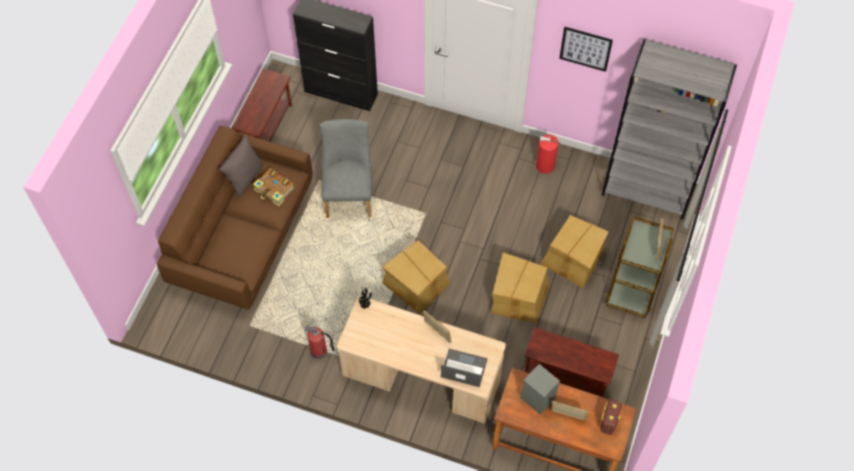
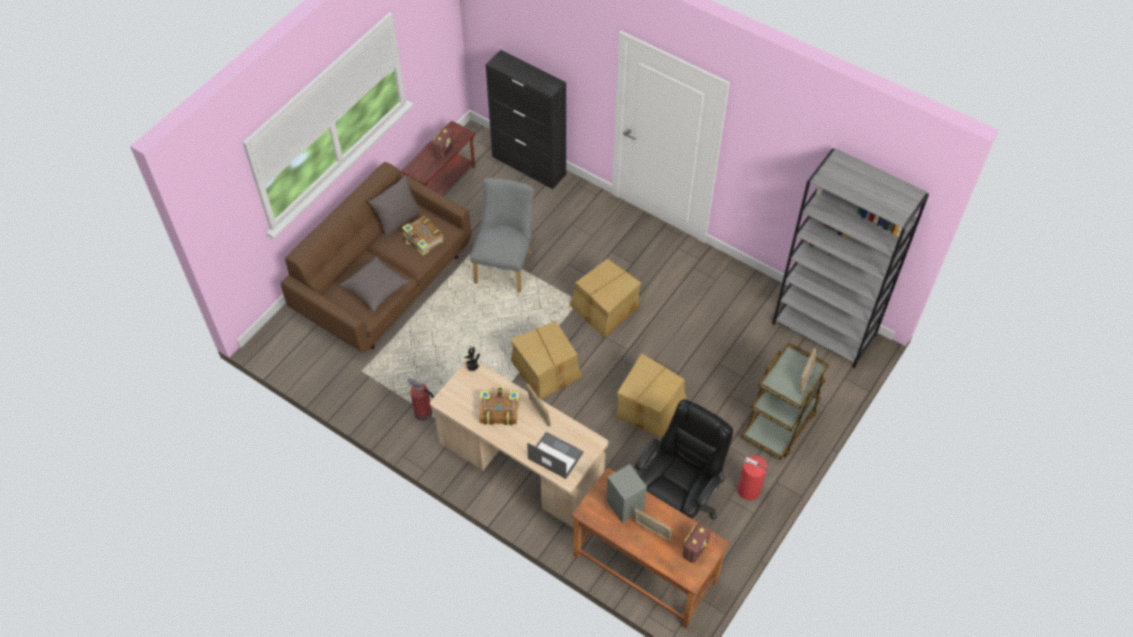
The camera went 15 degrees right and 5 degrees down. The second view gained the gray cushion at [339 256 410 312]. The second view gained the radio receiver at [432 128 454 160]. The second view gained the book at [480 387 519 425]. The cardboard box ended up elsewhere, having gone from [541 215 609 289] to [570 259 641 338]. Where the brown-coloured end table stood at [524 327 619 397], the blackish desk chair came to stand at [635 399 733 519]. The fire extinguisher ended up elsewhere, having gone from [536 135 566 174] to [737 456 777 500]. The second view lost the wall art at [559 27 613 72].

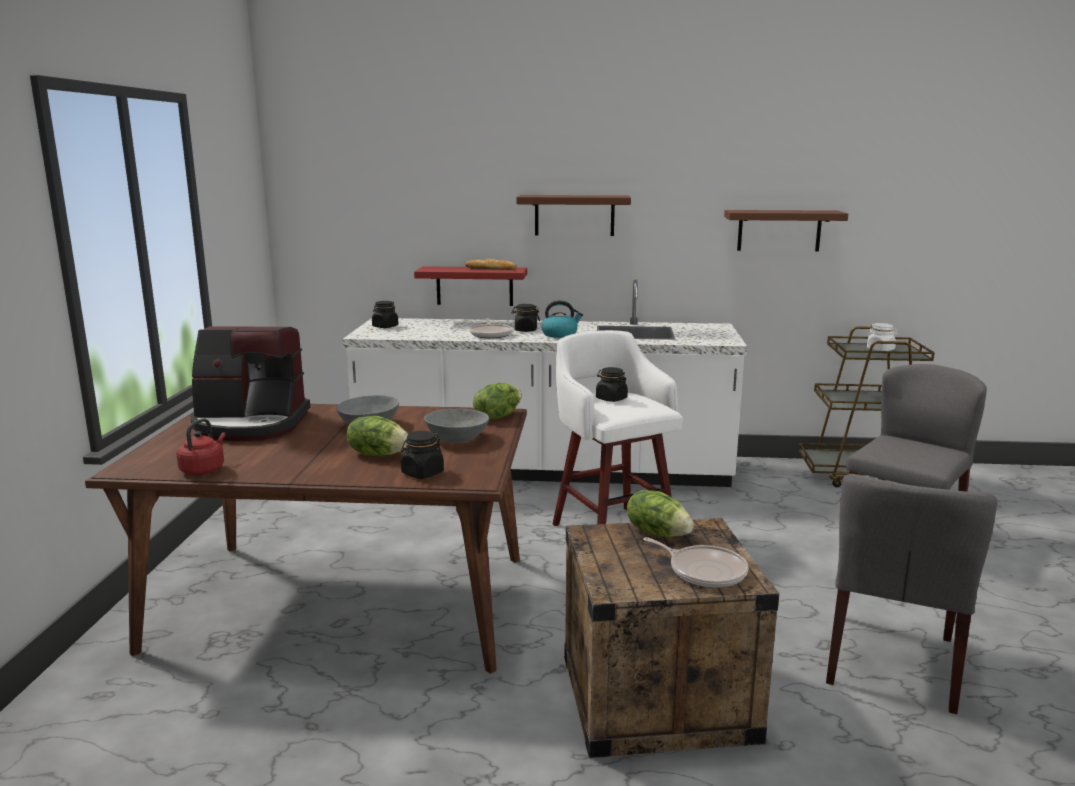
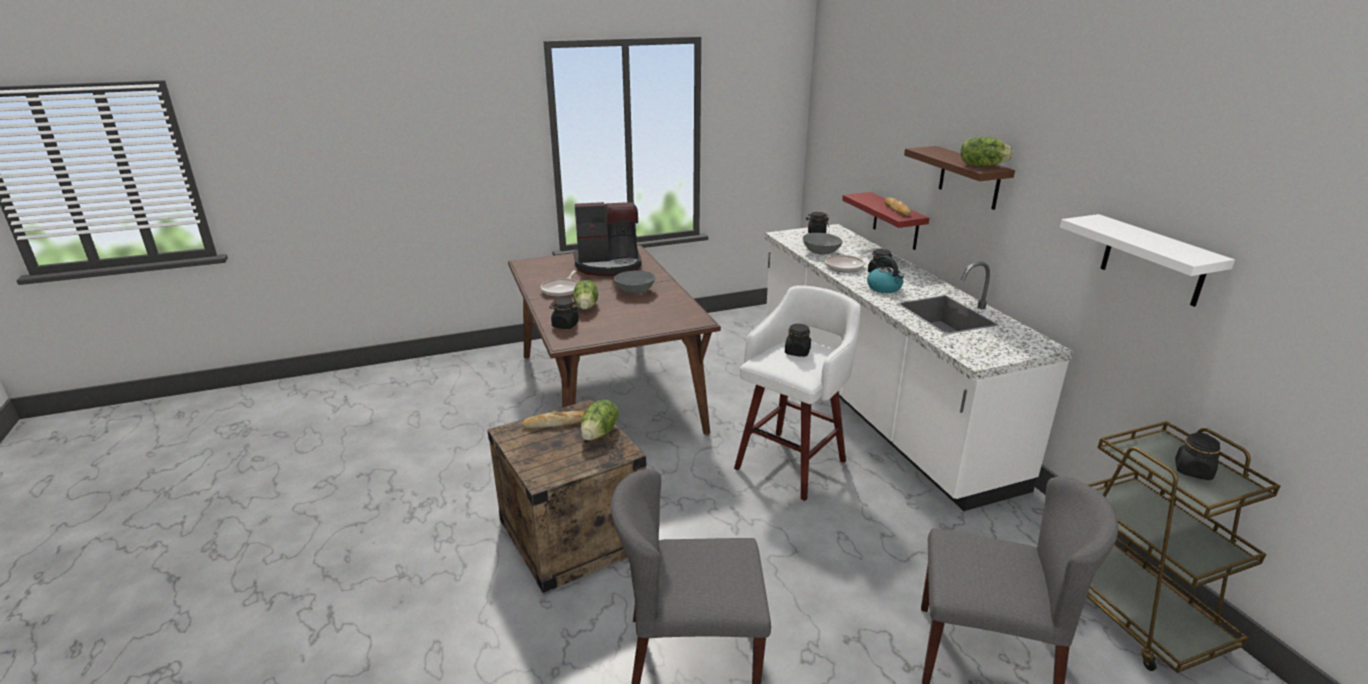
The camera went 65 degrees right and 10 degrees up. The second view gained the bread at [522 411 585 429]. The frying pan ended up elsewhere, having gone from [643 537 748 588] to [540 270 579 297]. The coffee brewer at [191 326 310 441] ended up facing another way, 75 degrees counterclockwise from before. The gray bowl ended up elsewhere, having gone from [424 409 489 443] to [803 233 842 255]. The head of lettuce ended up elsewhere, having gone from [473 383 522 419] to [960 137 1013 166]. What was the brown-coloured shelf at [724 210 848 252] turned into the white-coloured shelf at [1060 214 1235 307]. What was the white-coloured preserve jar at [867 323 898 351] turned into the blackish preserve jar at [1175 432 1220 480]. The second view lost the red-coloured tea kettle at [176 418 226 475].

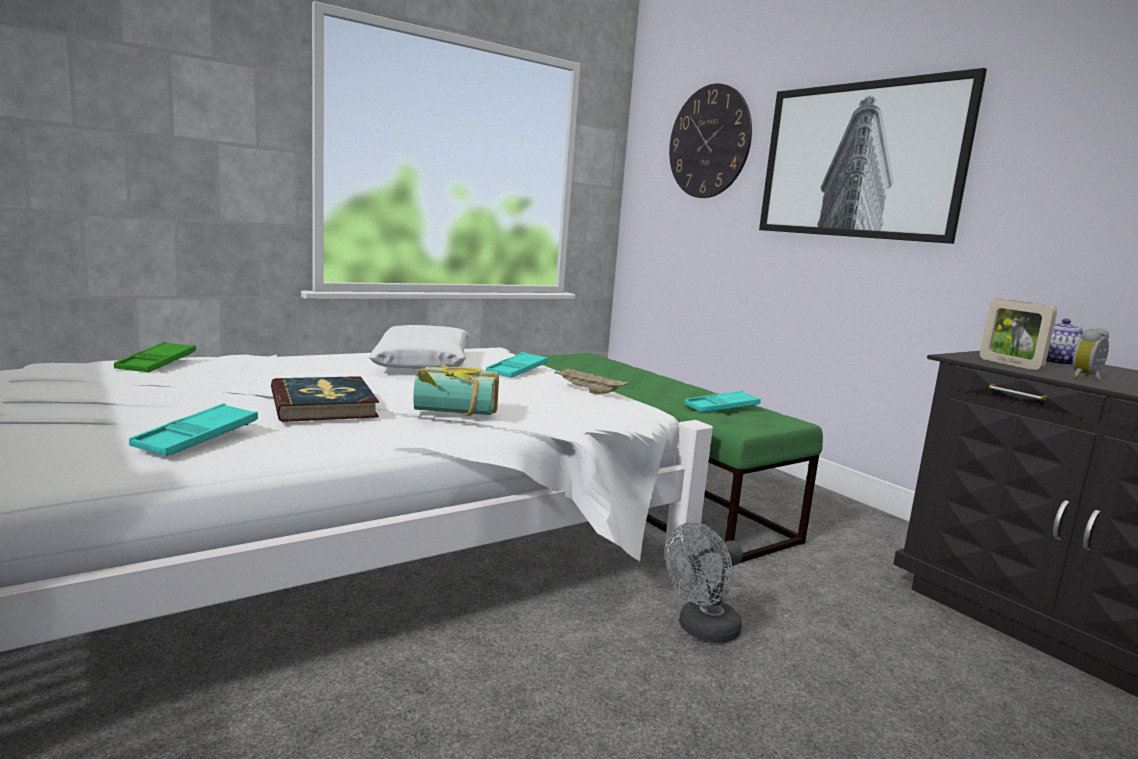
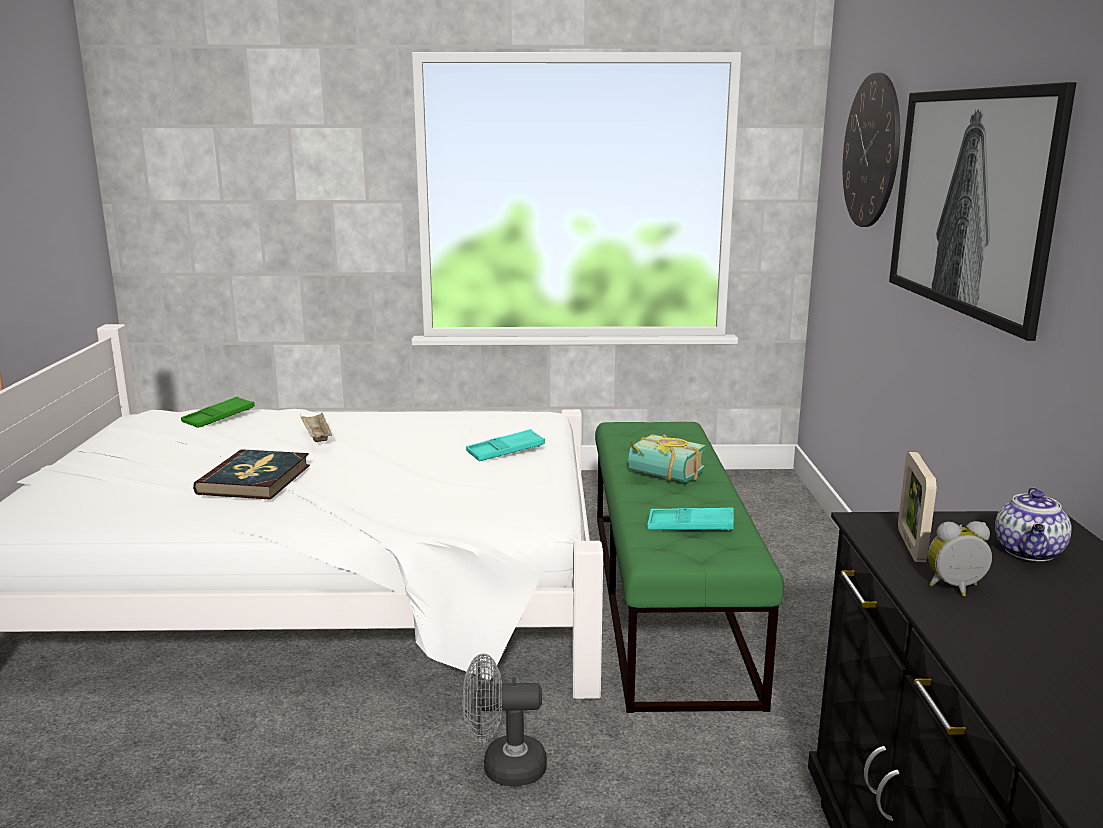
The camera went 35 degrees right and 5 degrees up. The beige-coloured carrying tray ended up elsewhere, having gone from [555 367 629 394] to [300 412 332 442]. The book ended up elsewhere, having gone from [413 365 499 416] to [628 434 706 483]. The second view lost the blue-green carrying tray at [129 403 258 456]. The second view lost the white-coloured cushion at [369 325 469 369].

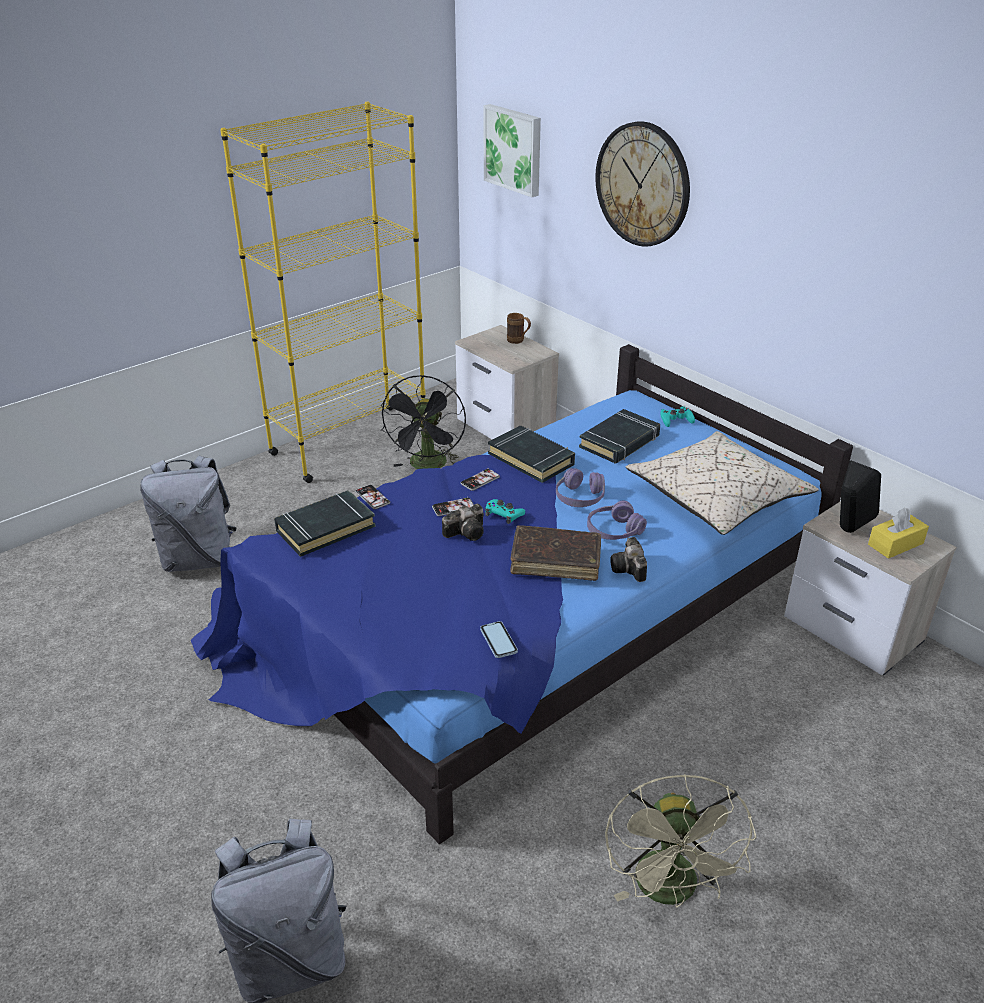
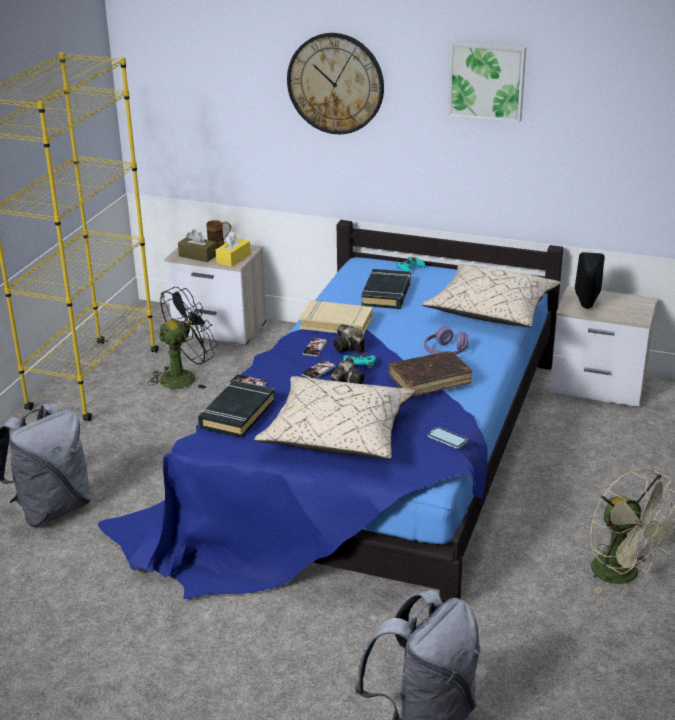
The camera went 30 degrees left and 5 degrees down. The blackish cooling fan at [381 375 466 469] ended up facing another way, 105 degrees counterclockwise from before. The second view gained the brown-coloured tissue box at [178 229 217 262]. The yellow tissue box ended up elsewhere, having gone from [868 507 929 559] to [216 231 251 267]. The second view gained the beige-coloured cushion at [254 376 415 459]. What was the blackish book at [488 426 575 483] turned into the beige-coloured book at [299 300 373 335]. The still camera ended up elsewhere, having gone from [610 537 647 582] to [333 324 365 353]. The wall art ended up elsewhere, having gone from [483 104 541 197] to [448 41 526 123]. The second view lost the purplish headset at [556 468 605 507].

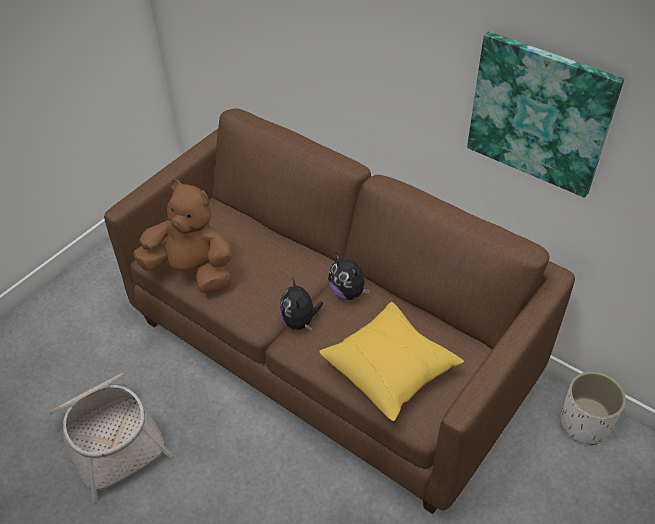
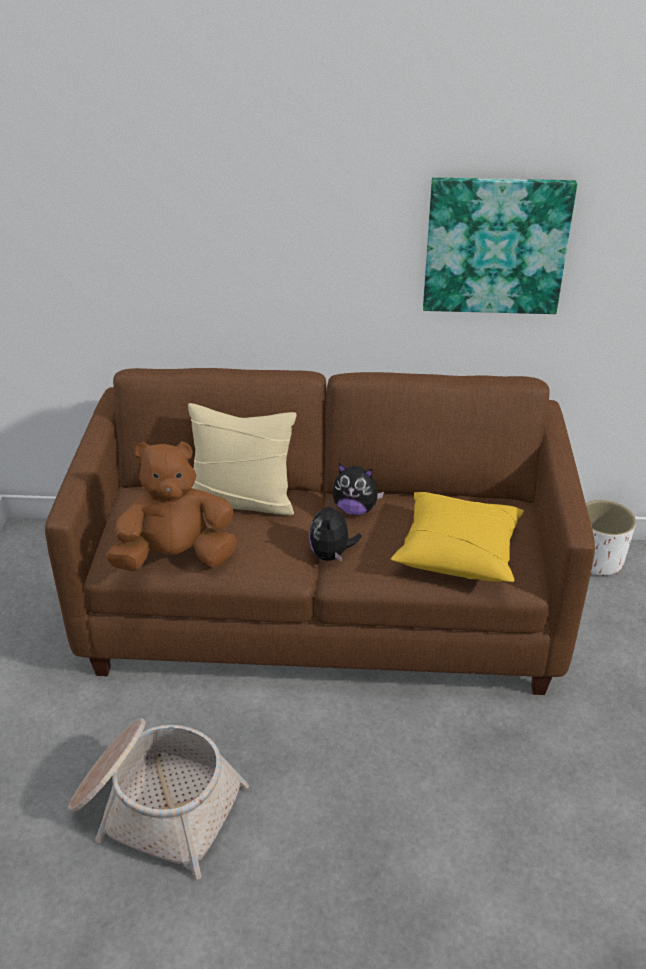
The camera went 35 degrees left and 10 degrees down. The second view gained the beige-coloured cushion at [188 403 297 515]. The plush toy at [280 278 323 331] ended up facing another way, 45 degrees clockwise from before.

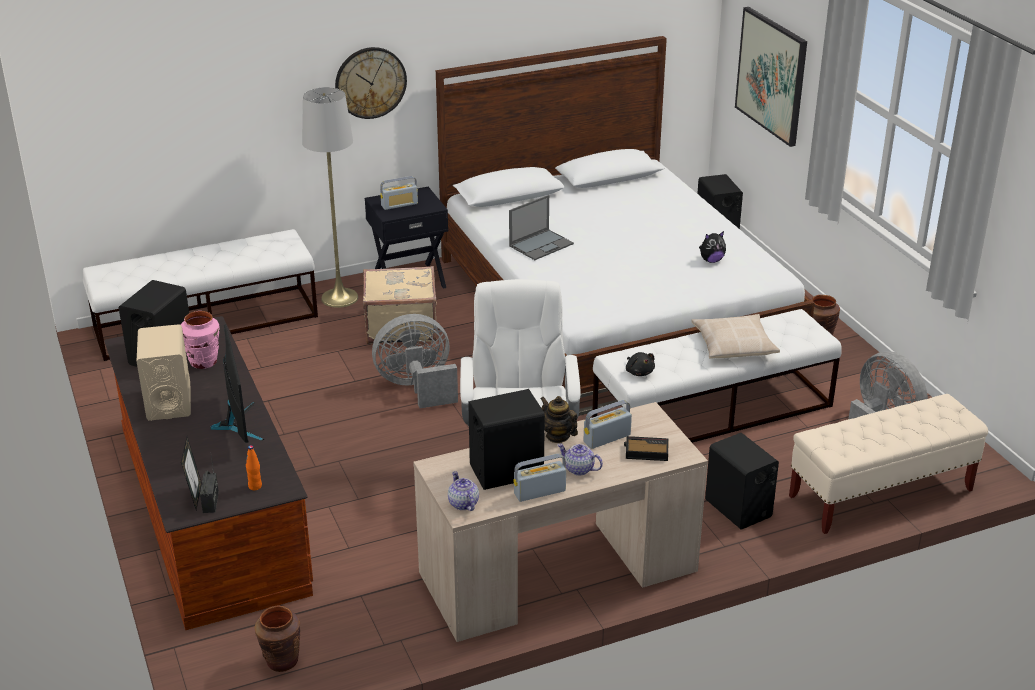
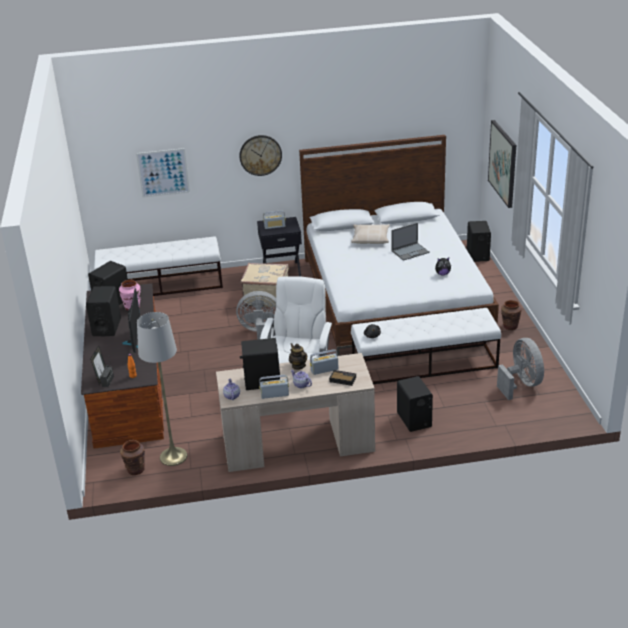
The camera went 15 degrees right and 0 degrees up. What was the beige-coloured loudspeaker at [137 324 191 421] turned into the blackish loudspeaker at [86 286 121 336]. The second view gained the wall art at [136 148 190 198]. The gray standing lamp ended up elsewhere, having gone from [302 87 358 308] to [137 312 187 466]. The beige-coloured cushion ended up elsewhere, having gone from [691 314 780 359] to [351 225 390 244]. The portable computer ended up elsewhere, having gone from [509 195 574 260] to [391 223 430 261]. The second view lost the beige-coloured long seat at [789 394 988 534].

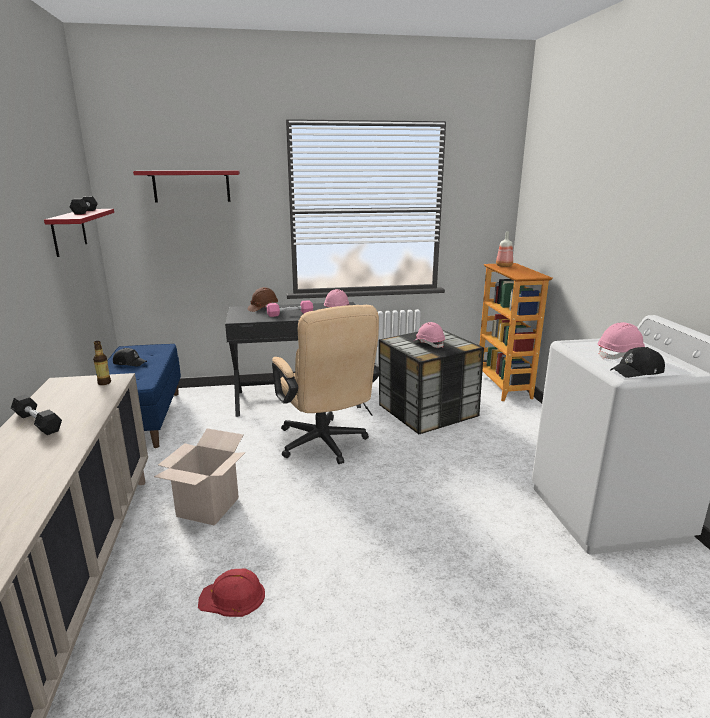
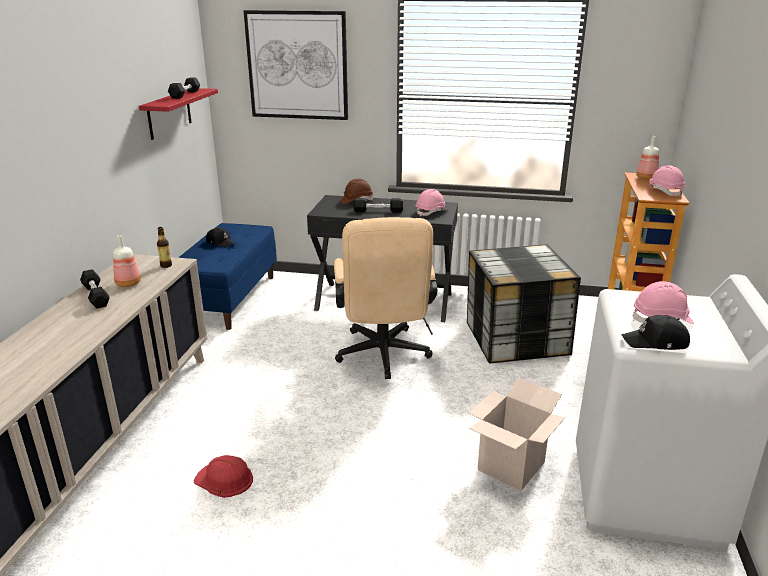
The camera went 20 degrees right and 5 degrees up. The second view gained the drink bottle at [113 235 141 287]. Where the red-coloured shelf hung at [133 170 240 203], the wall art came to hang at [244 10 348 120]. What was the pinkish dumbbell at [267 300 313 317] turned into the blackish dumbbell at [354 198 403 213]. The cardboard box ended up elsewhere, having gone from [154 428 246 526] to [469 378 565 491]. The pinkish hard hat ended up elsewhere, having gone from [414 322 445 348] to [645 166 685 197].

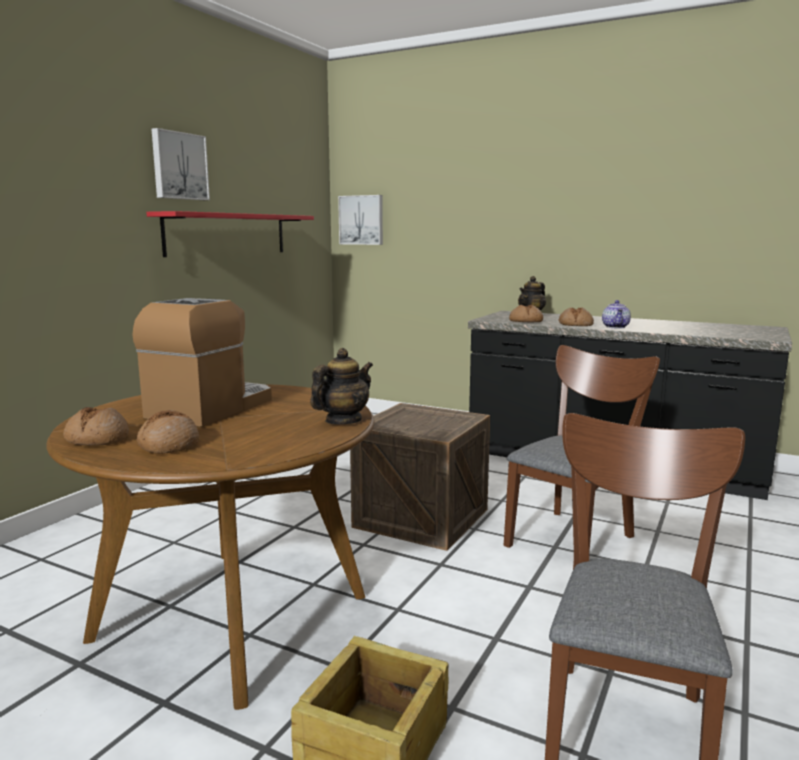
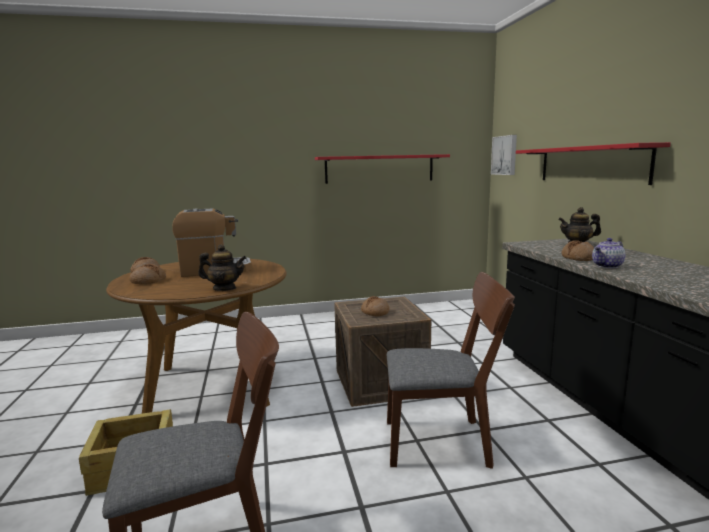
The camera went 50 degrees right and 0 degrees up. The bread ended up elsewhere, having gone from [509 305 543 322] to [361 296 389 317]. The second view gained the red-coloured shelf at [516 142 671 185]. The second view lost the wall art at [152 128 210 200].

